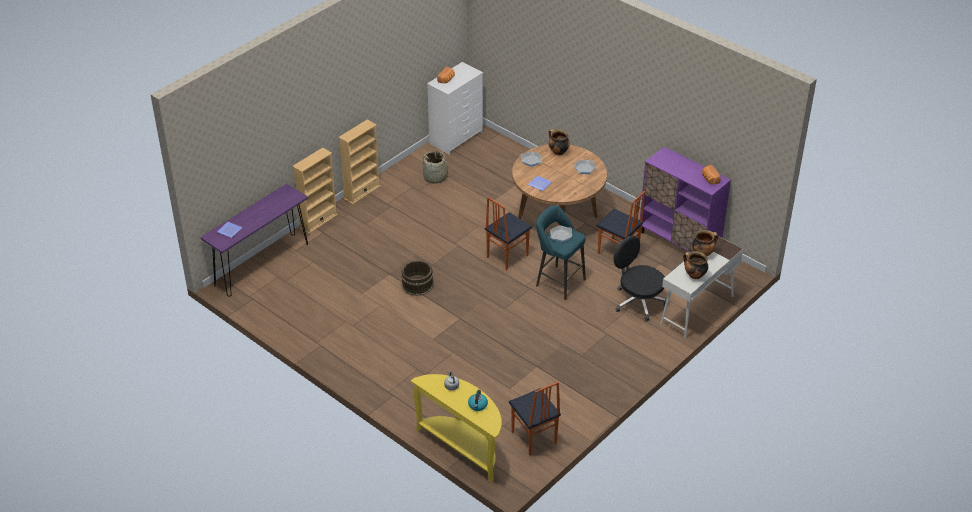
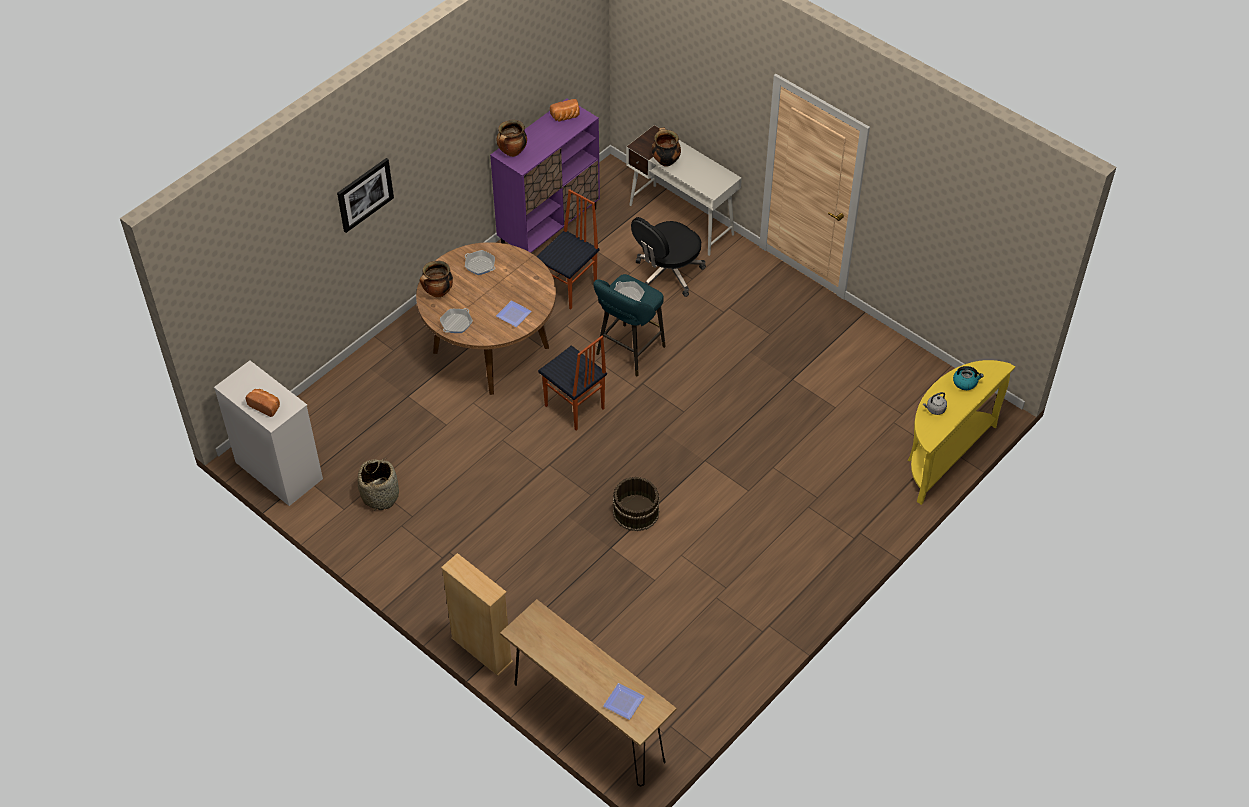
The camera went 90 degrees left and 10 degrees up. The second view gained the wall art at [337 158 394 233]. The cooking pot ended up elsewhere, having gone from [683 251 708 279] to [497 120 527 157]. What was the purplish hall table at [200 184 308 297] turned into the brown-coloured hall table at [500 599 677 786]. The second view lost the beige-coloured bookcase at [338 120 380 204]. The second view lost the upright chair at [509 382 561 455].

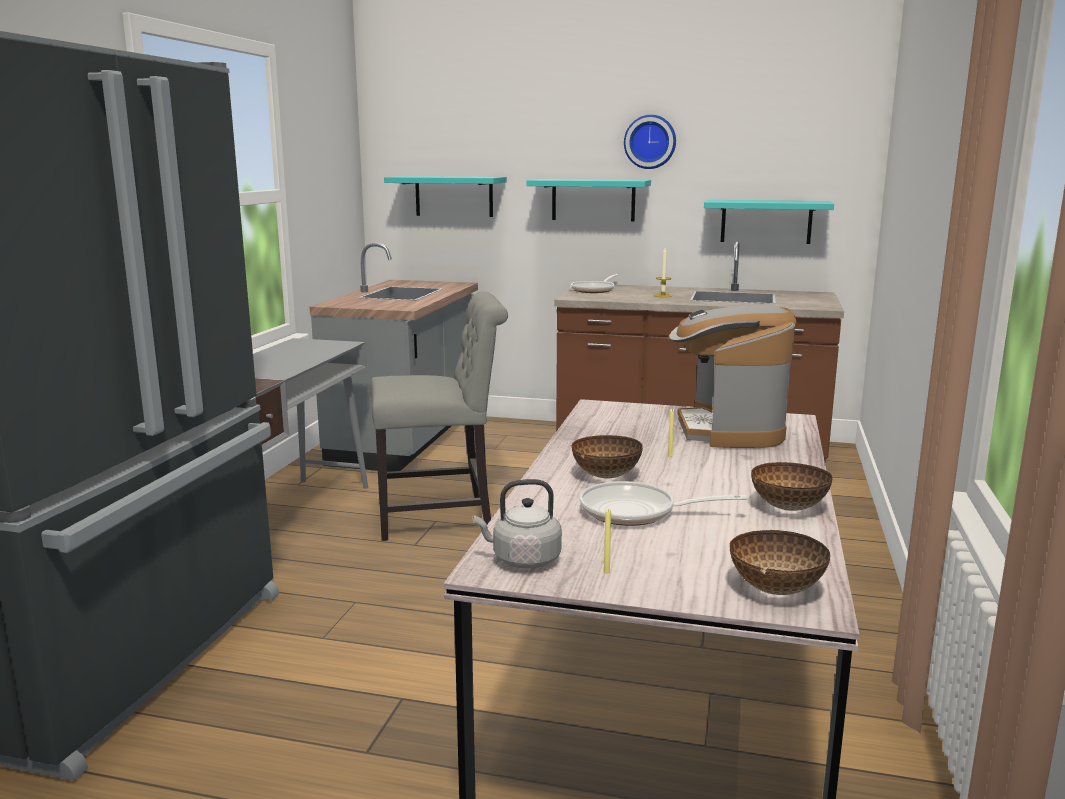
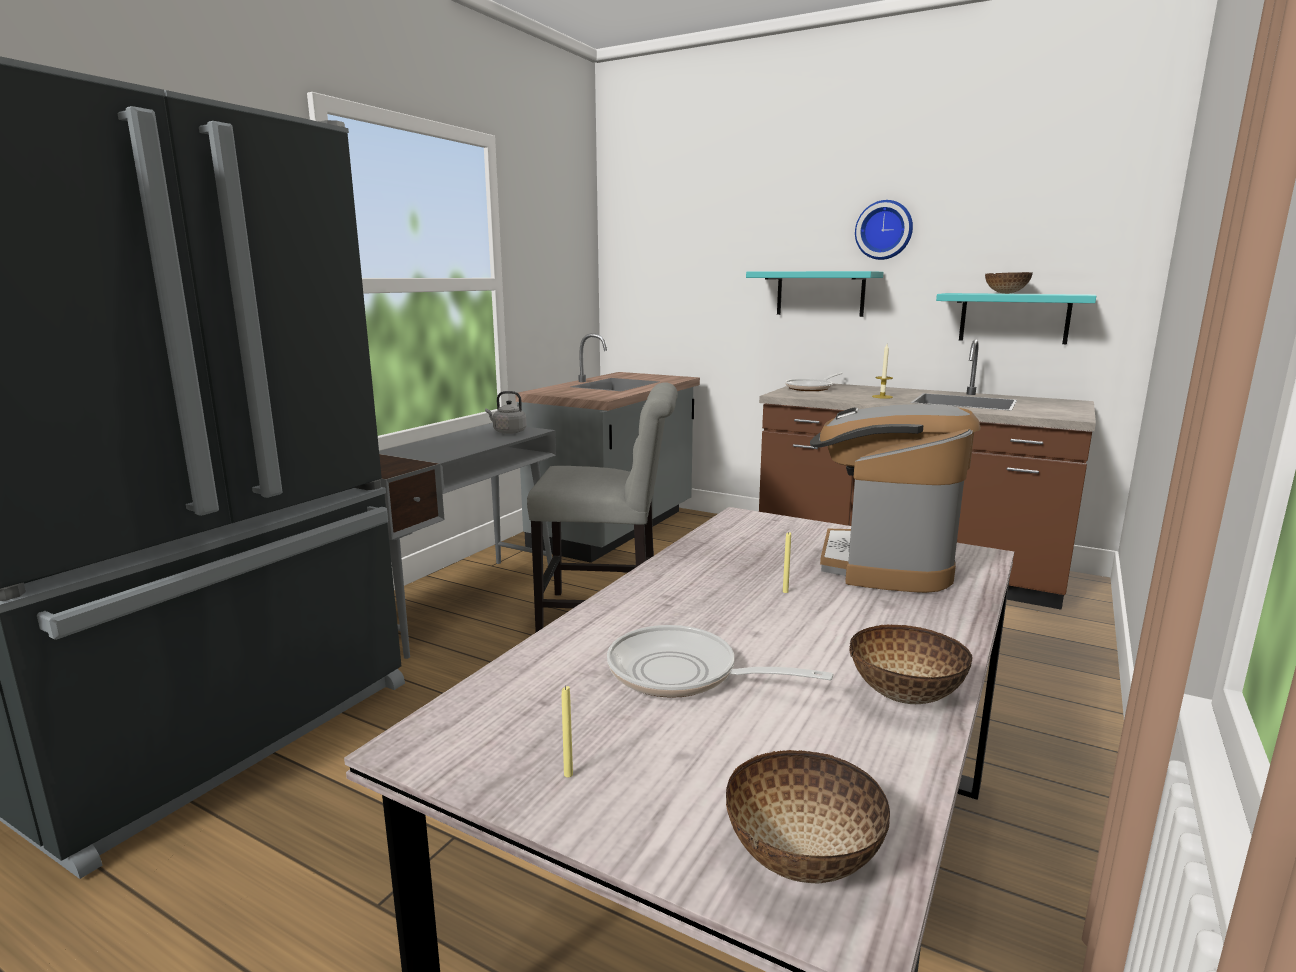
The camera went 15 degrees right and 0 degrees up. The gray tea kettle ended up elsewhere, having gone from [473 479 562 569] to [485 391 527 434]. The bowl ended up elsewhere, having gone from [572 435 643 478] to [985 272 1033 294]. The second view lost the blue-green shelf at [384 176 507 217].

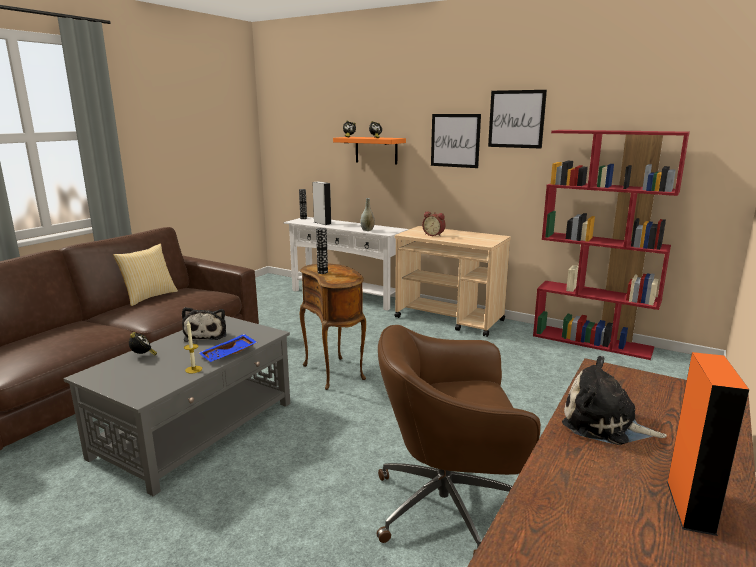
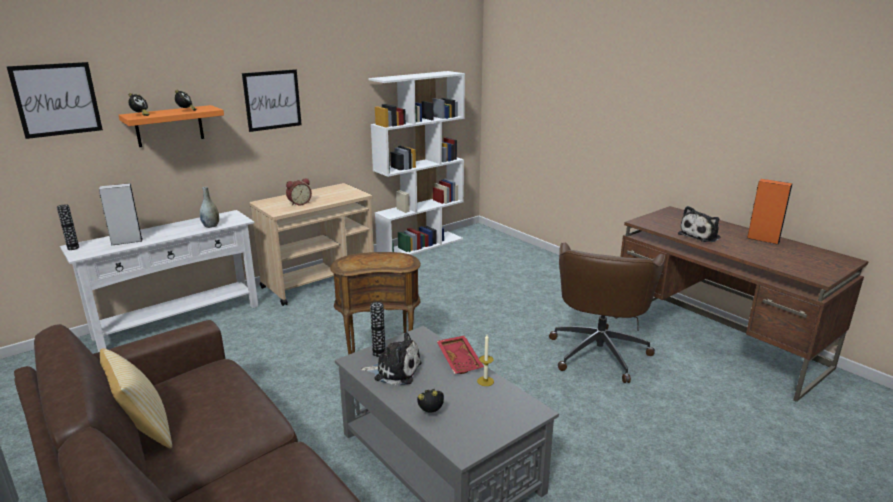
The camera went 70 degrees left and 5 degrees up. The wall art ended up elsewhere, having gone from [488 90 547 149] to [6 62 103 139]. What was the red-coloured bookcase at [533 130 690 360] turned into the white-coloured bookcase at [368 71 465 255]. The decorative vase ended up elsewhere, having gone from [316 228 328 274] to [370 302 385 357]. What was the bluish carrying tray at [199 334 257 362] turned into the red-coloured carrying tray at [437 335 484 374].

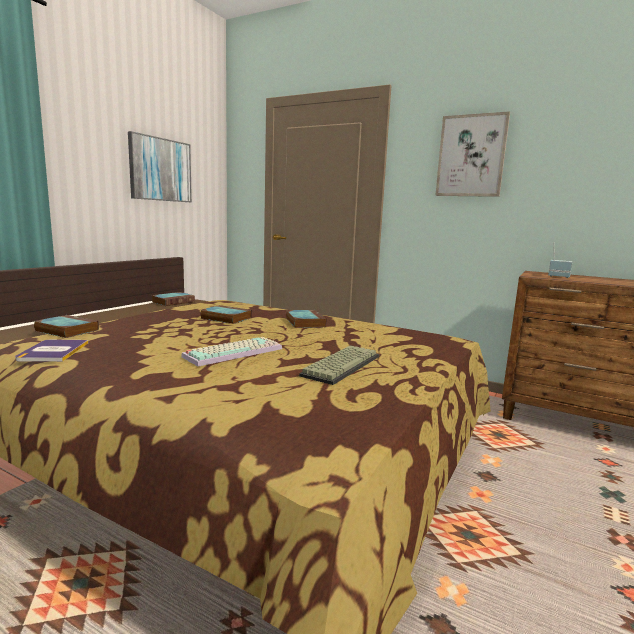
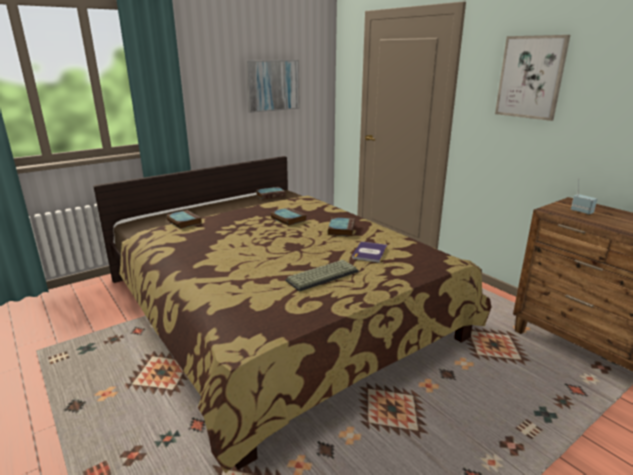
The camera went 25 degrees right and 10 degrees up. The book ended up elsewhere, having gone from [15 340 88 362] to [352 242 387 263]. The second view lost the keyboard at [181 337 282 367].

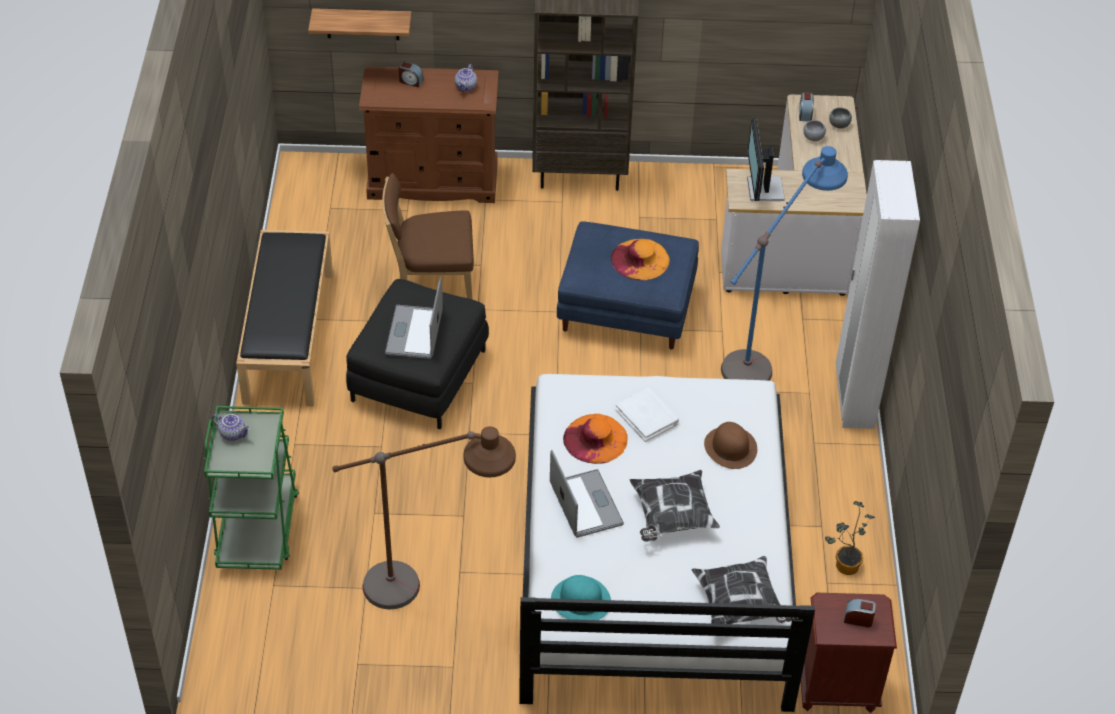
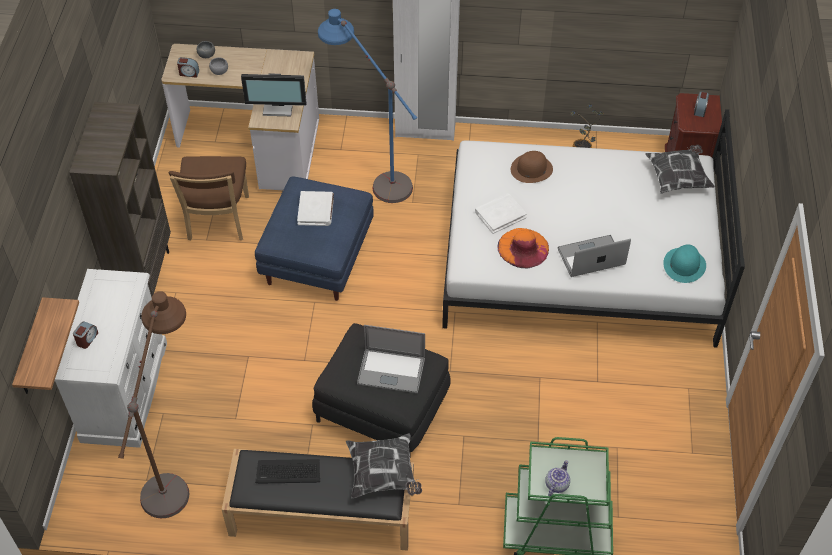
The camera went 85 degrees left and 5 degrees up. What was the brown-coloured dresser at [359 66 499 203] turned into the white-coloured dresser at [55 269 167 448]. The brown-coloured standing lamp ended up elsewhere, having gone from [332 426 516 609] to [118 291 189 518]. The brown-coloured upright chair ended up elsewhere, having gone from [382 173 474 300] to [169 156 249 240]. The second view gained the keyboard at [255 459 320 483]. Where the orangey hat stood at [611 239 670 280], the white-coloured book came to stand at [297 191 334 226]. The cushion ended up elsewhere, having gone from [630 470 720 542] to [346 433 422 498]. The second view lost the teapot at [455 64 477 92].

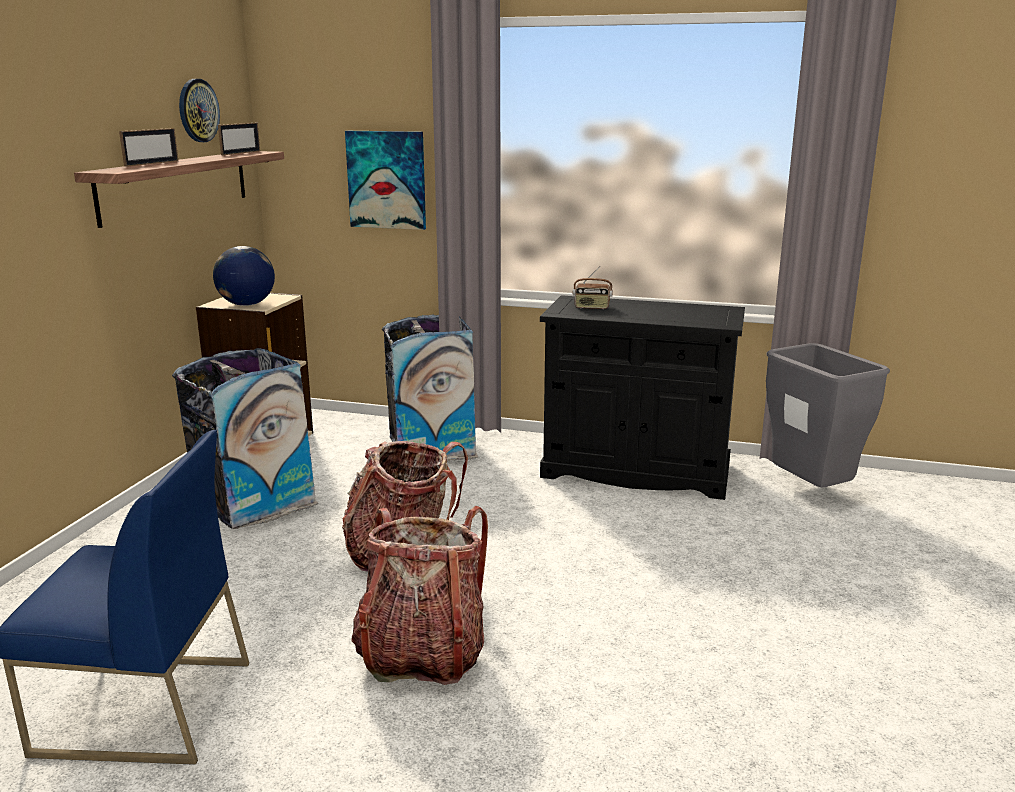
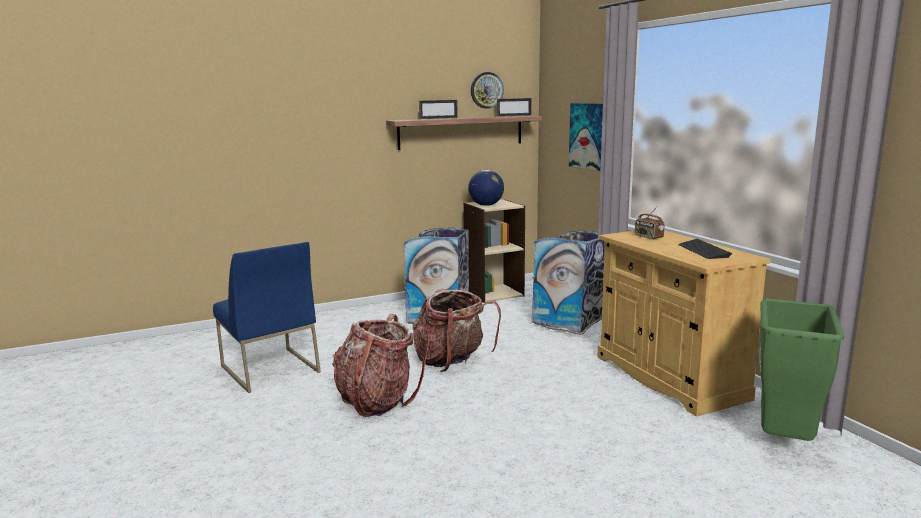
The camera went 50 degrees right and 5 degrees down. What was the blackish storage cabinet at [540 295 745 500] turned into the beige-coloured storage cabinet at [597 231 770 416]. The second view gained the keyboard at [678 239 732 259]. What was the gray trash can at [766 343 890 487] turned into the greenish trash can at [760 299 844 441].

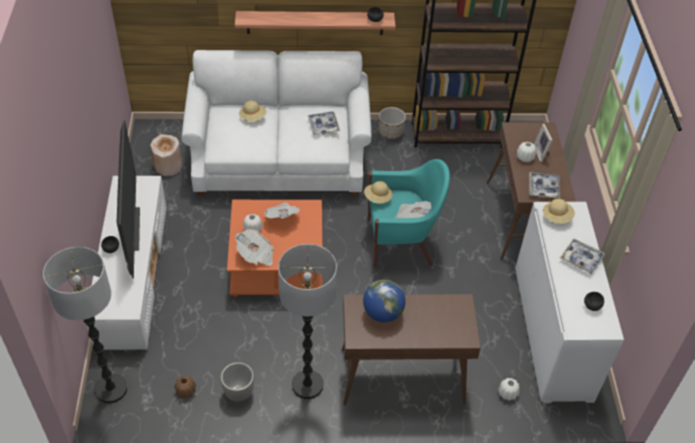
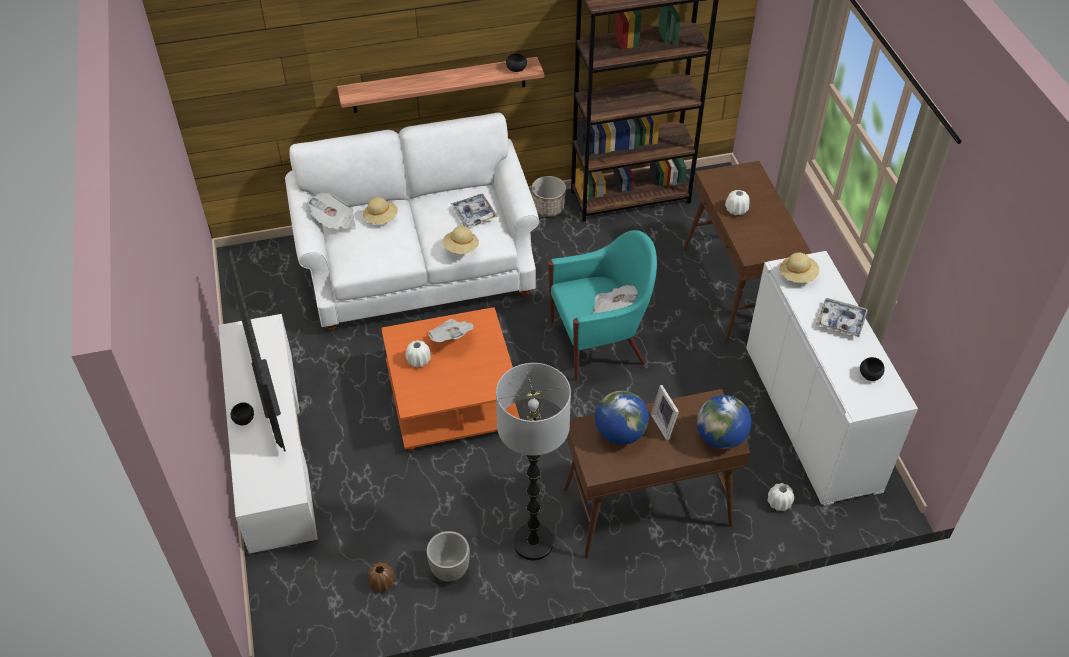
The camera went 10 degrees left and 0 degrees up. The printed paper ended up elsewhere, having gone from [235 229 274 266] to [308 193 356 230]. The beige-coloured hat ended up elsewhere, having gone from [364 181 393 204] to [443 226 479 254]. The photo frame ended up elsewhere, having gone from [534 124 553 162] to [651 385 679 440]. The second view gained the globe at [697 395 751 449]. The second view lost the standing lamp at [43 247 127 403]. The second view lost the beige-coloured decorative vase at [150 134 182 176]. The second view lost the carrying tray at [529 172 560 198].

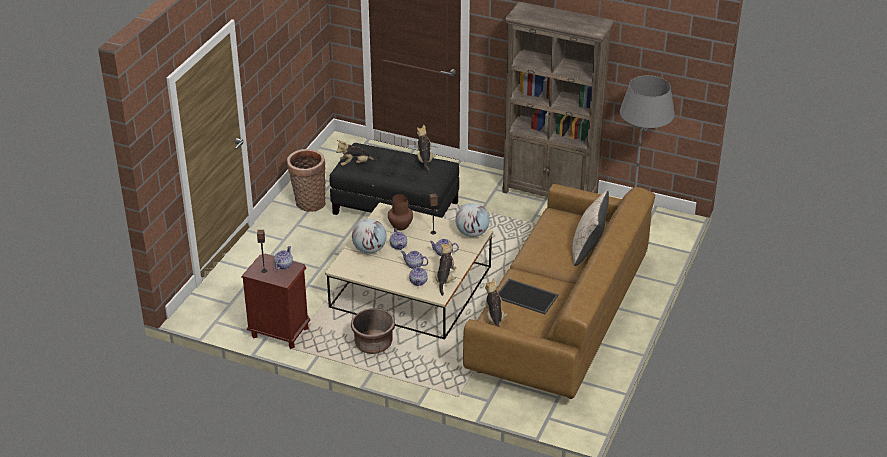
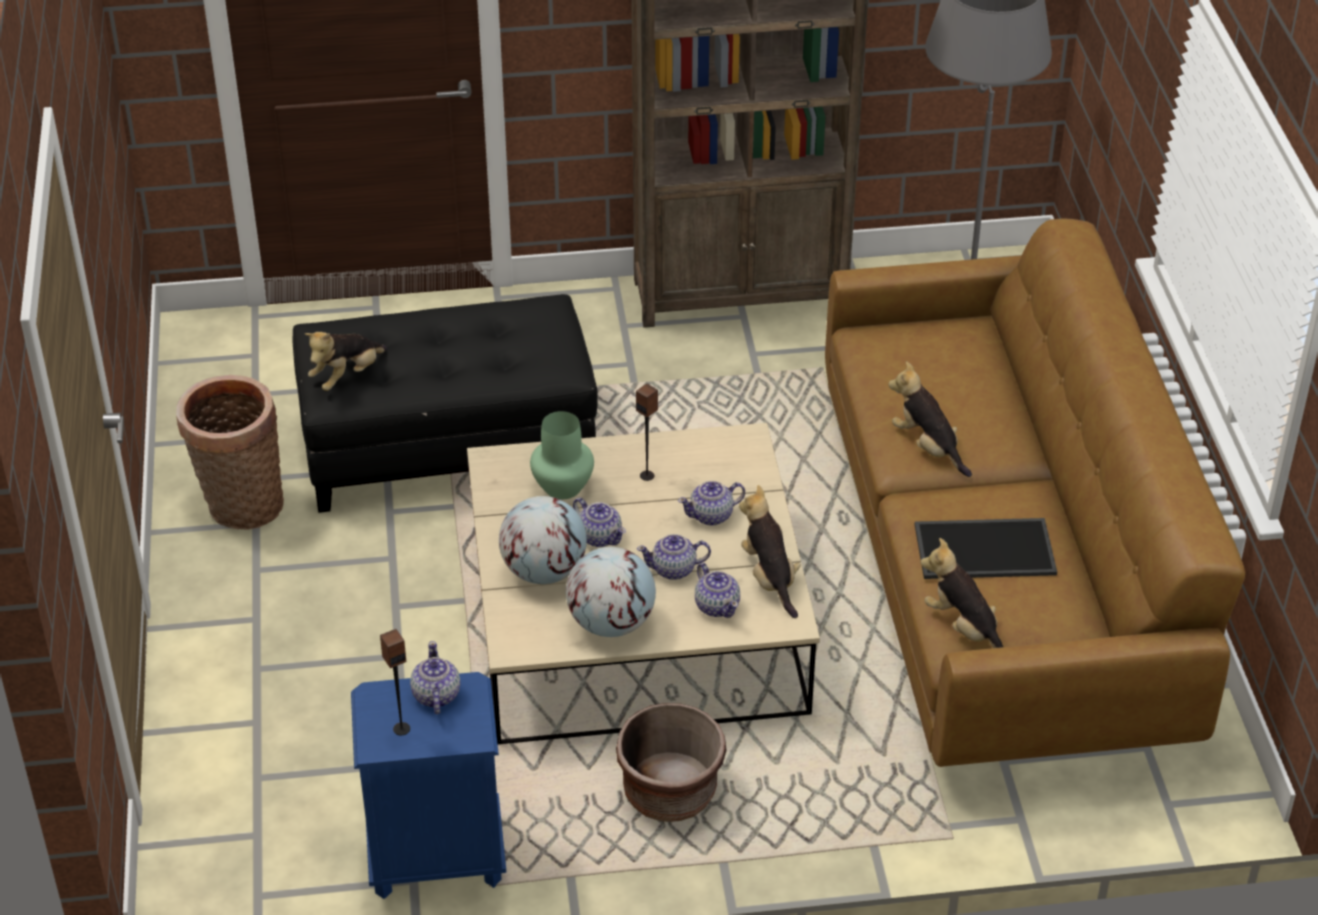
The camera went 30 degrees left and 5 degrees up. What was the brown-coloured nightstand at [241 254 310 349] turned into the bluish nightstand at [351 672 506 899]. What was the brown-coloured decorative vase at [388 194 413 230] turned into the greenish decorative vase at [530 411 594 499]. The globe ended up elsewhere, having gone from [455 203 490 237] to [566 547 656 637]. The plush toy ended up elsewhere, having gone from [417 125 436 173] to [888 361 972 477]. The second view lost the beige-coloured cushion at [572 190 609 266].

